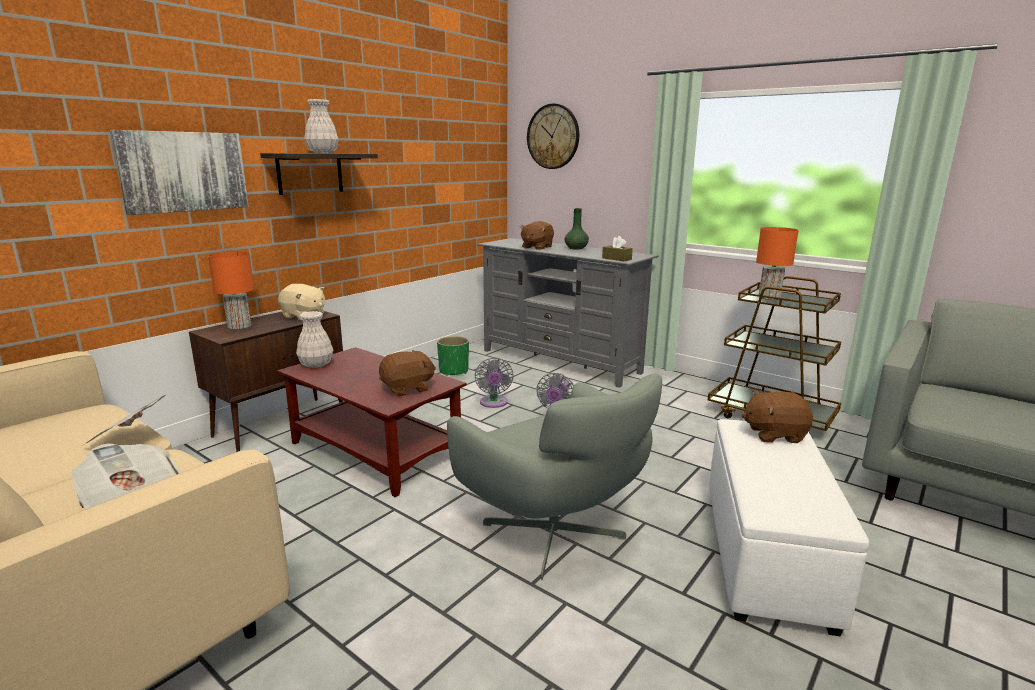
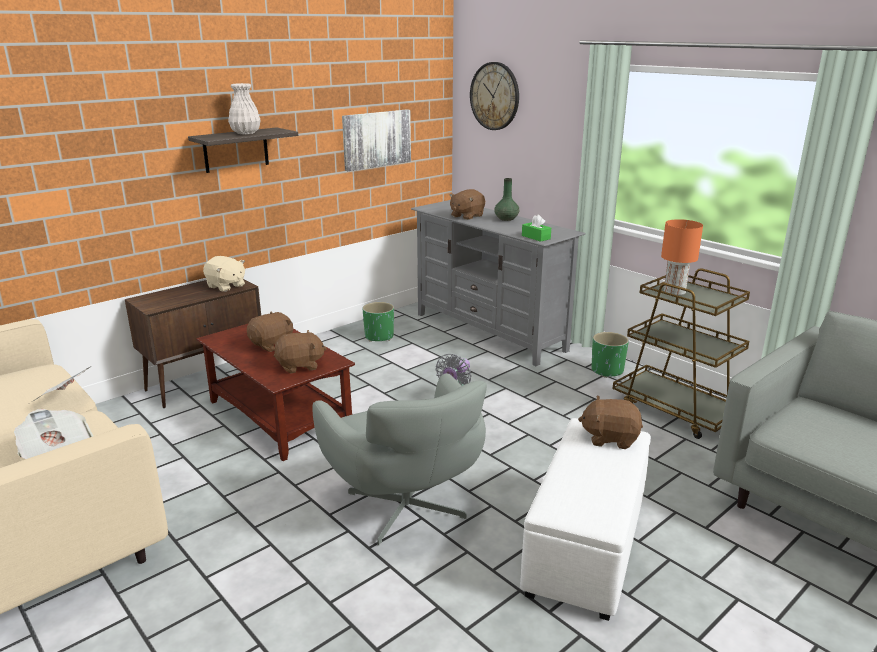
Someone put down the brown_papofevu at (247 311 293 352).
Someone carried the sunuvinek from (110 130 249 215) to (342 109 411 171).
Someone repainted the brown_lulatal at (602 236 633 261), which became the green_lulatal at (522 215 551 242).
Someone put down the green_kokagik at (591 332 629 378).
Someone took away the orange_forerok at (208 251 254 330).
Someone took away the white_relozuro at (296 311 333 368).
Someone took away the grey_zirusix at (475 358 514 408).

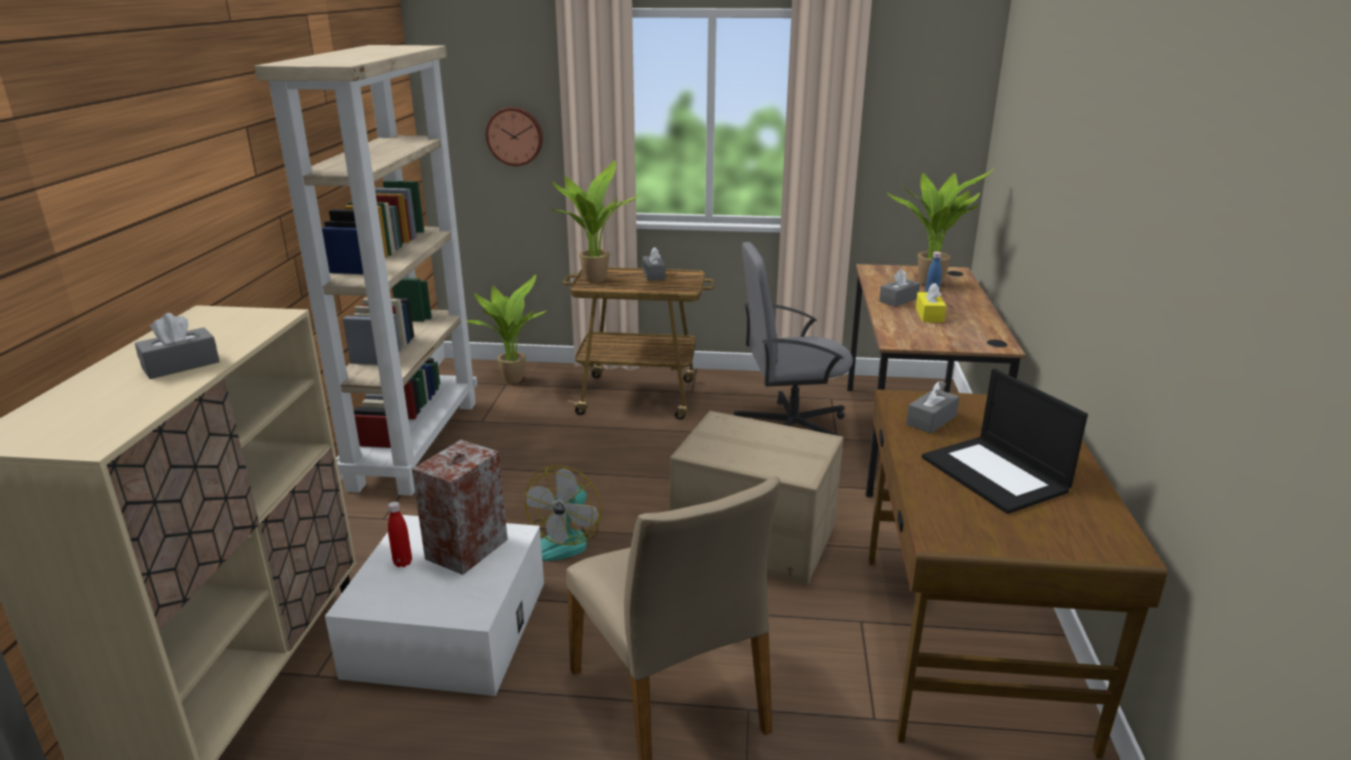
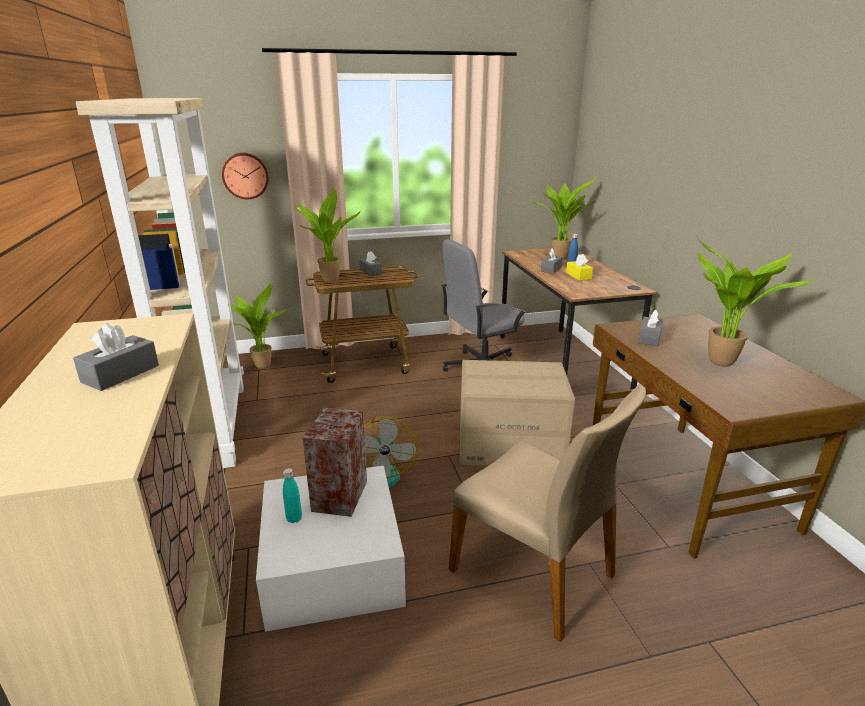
Someone repainted the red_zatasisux at (388 501 412 567), which became the turquoise_zatasisux at (283 468 302 523).
Someone swapped the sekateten at (922 369 1088 514) for the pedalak at (696 235 816 367).

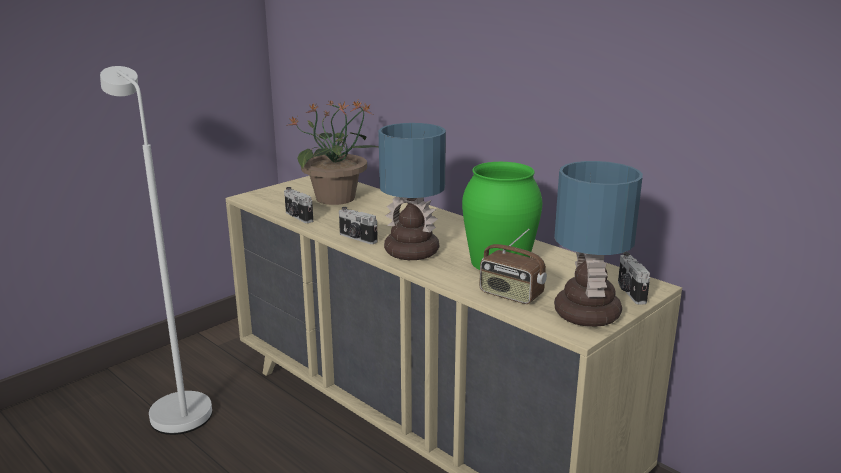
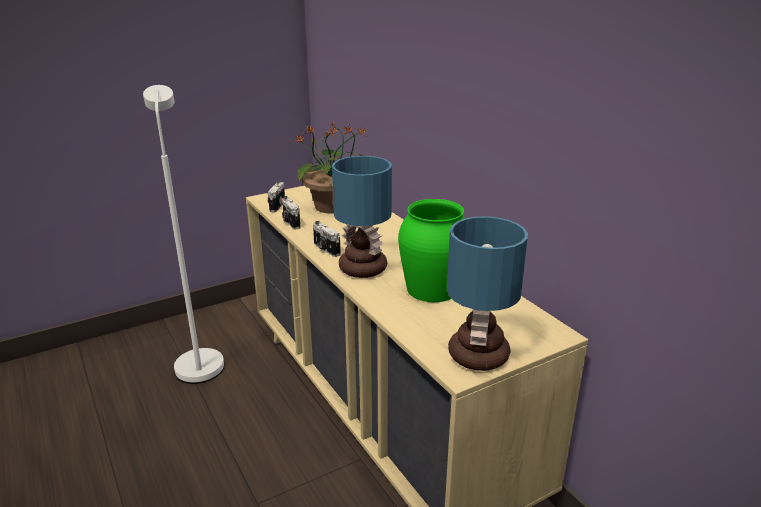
Someone carried the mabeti from (618 252 650 305) to (268 180 285 212).
Someone took away the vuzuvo at (480 228 547 304).

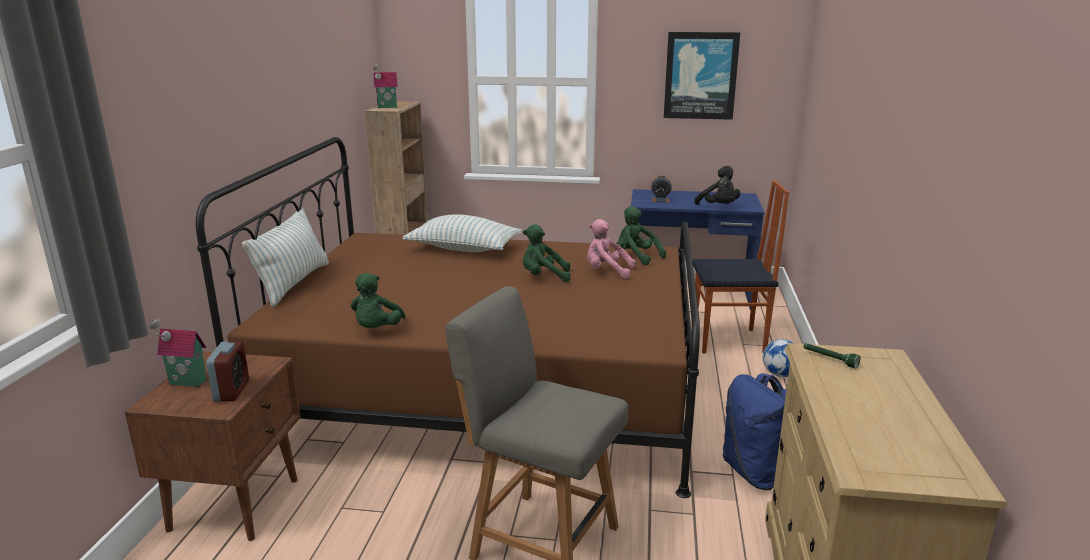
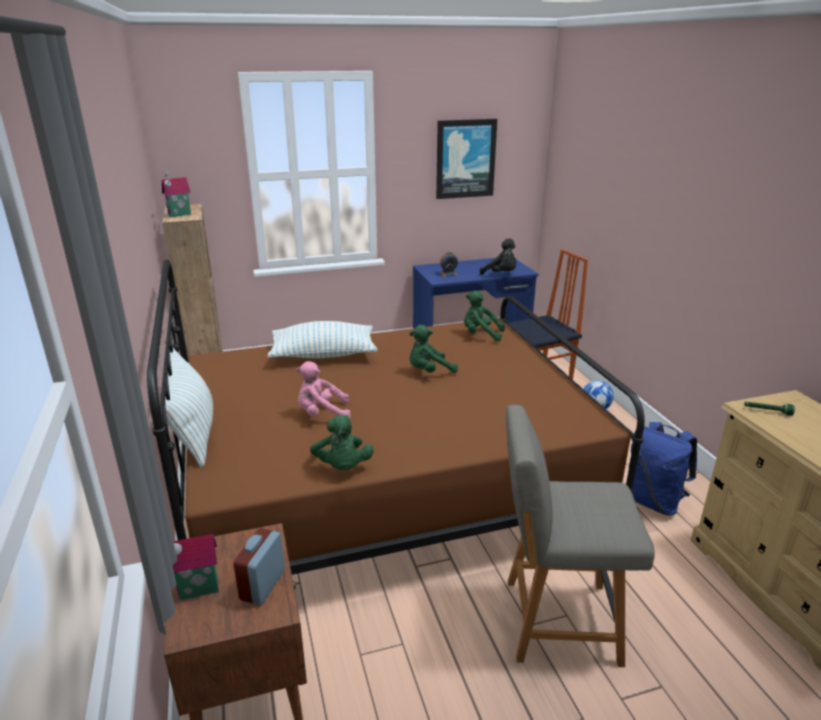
Someone rotated the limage at (206 341 249 402) by 135 degrees counterclockwise.
Someone carried the pink_papofevu from (587 219 636 279) to (296 361 351 419).

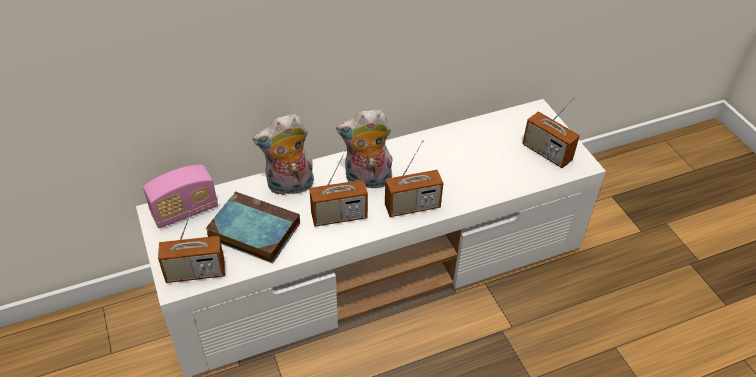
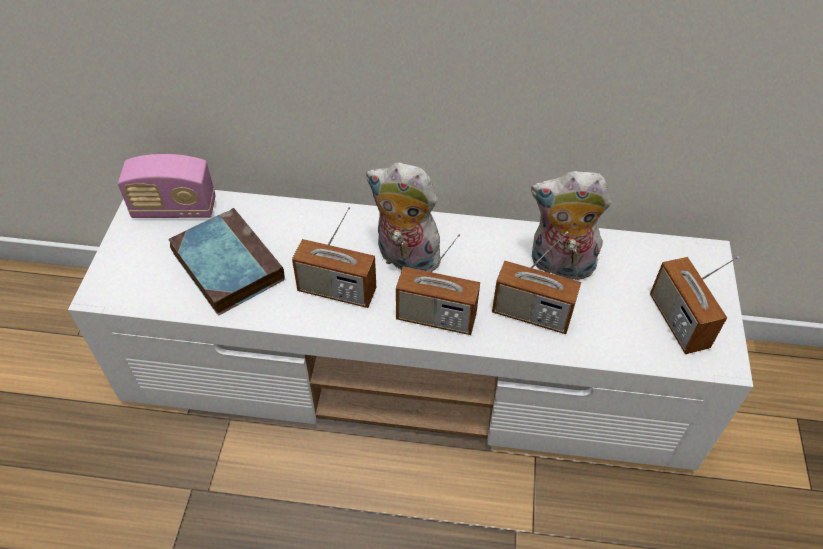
Someone carried the vuzuvo from (158 205 225 283) to (492 232 581 334).
Someone carried the papofevu from (253 114 314 196) to (531 171 611 280).

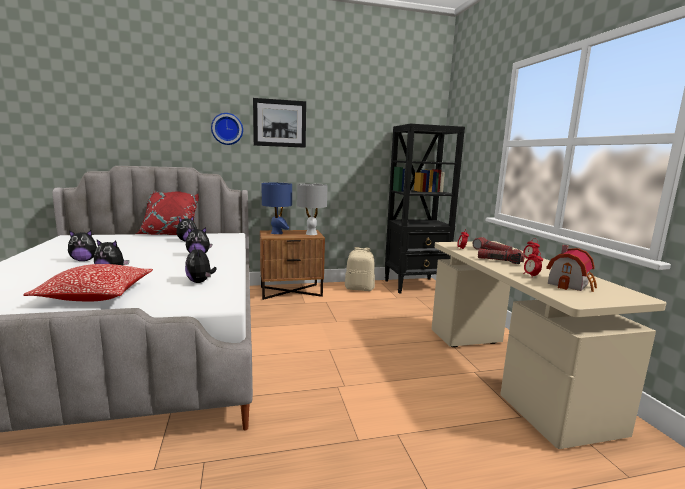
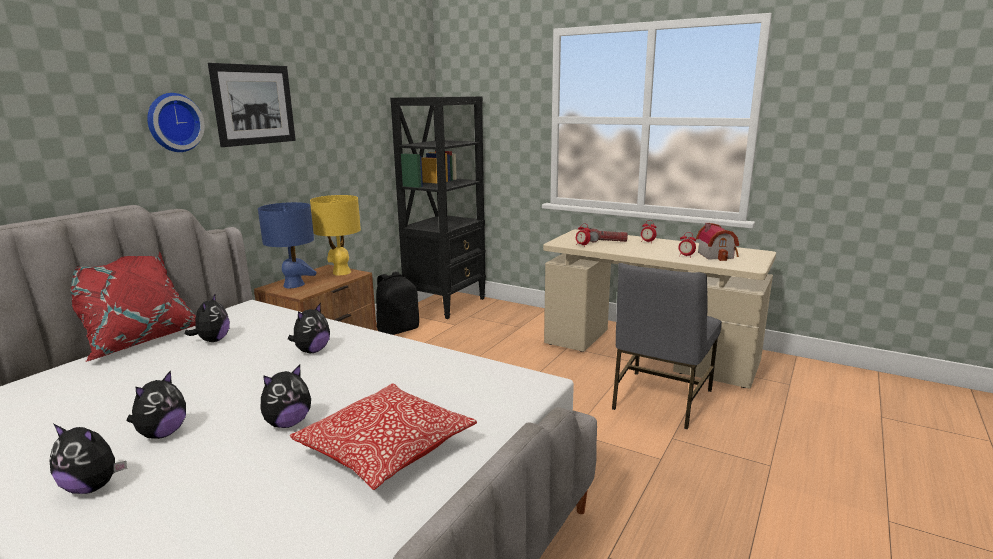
Someone carried the papofevu from (185 245 217 283) to (49 424 127 494).
Someone repainted the grey_forerok at (297 184 328 235), which became the yellow_forerok at (310 195 361 276).
Someone repainted the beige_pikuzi at (345 247 375 291), which became the black_pikuzi at (376 272 419 335).
Someone put down the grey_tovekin at (612 263 722 429).
Someone took away the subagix at (478 249 525 264).

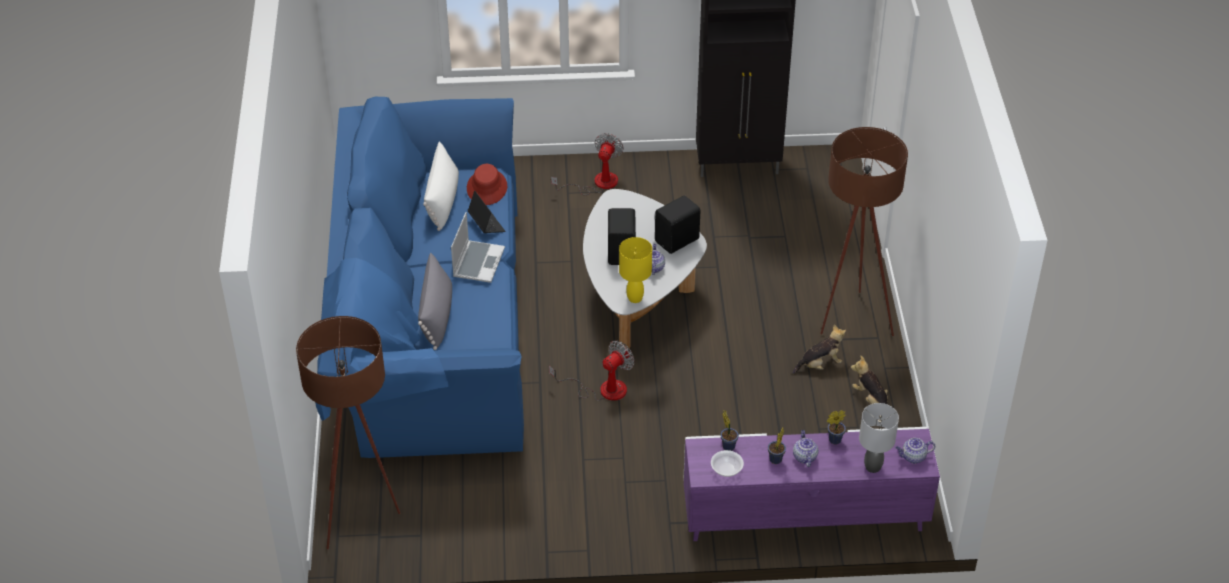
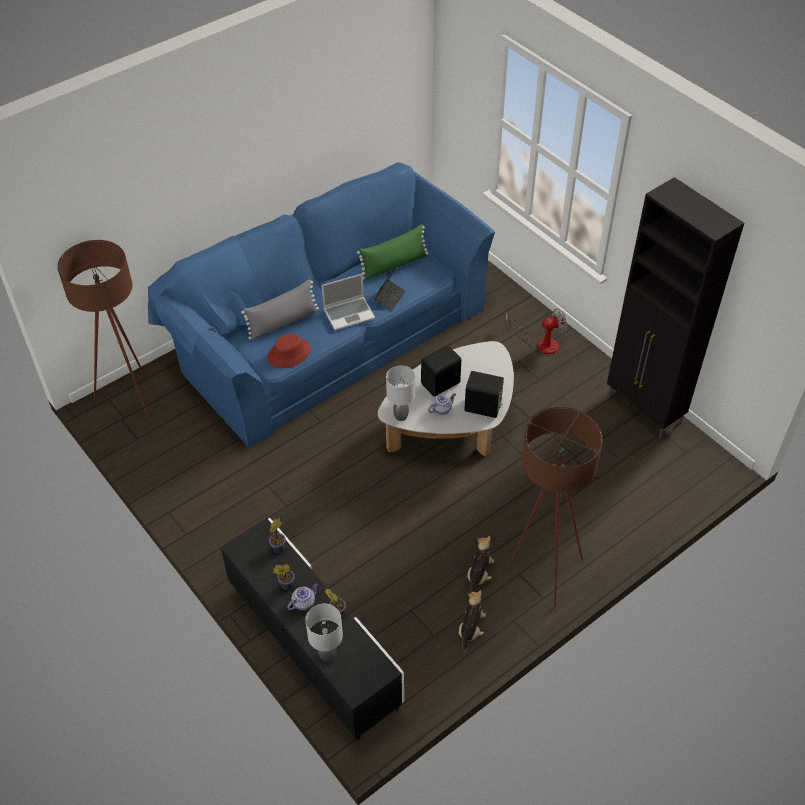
Someone repainted the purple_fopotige at (683 427 940 541), which became the black_fopotige at (221 518 404 740).
Someone carried the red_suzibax from (467 164 507 205) to (268 334 311 368).
Someone repainted the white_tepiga at (423 142 459 231), which became the green_tepiga at (357 224 428 279).
Someone repainted the yellow_forerok at (619 237 652 303), which became the grey_forerok at (386 366 415 421).
Someone rotated the papofevu at (793 324 846 374) by 105 degrees counterclockwise.
Someone took away the zirusix at (549 341 634 401).
Someone took away the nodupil at (711 450 744 477).
Someone took away the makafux at (896 438 935 464).

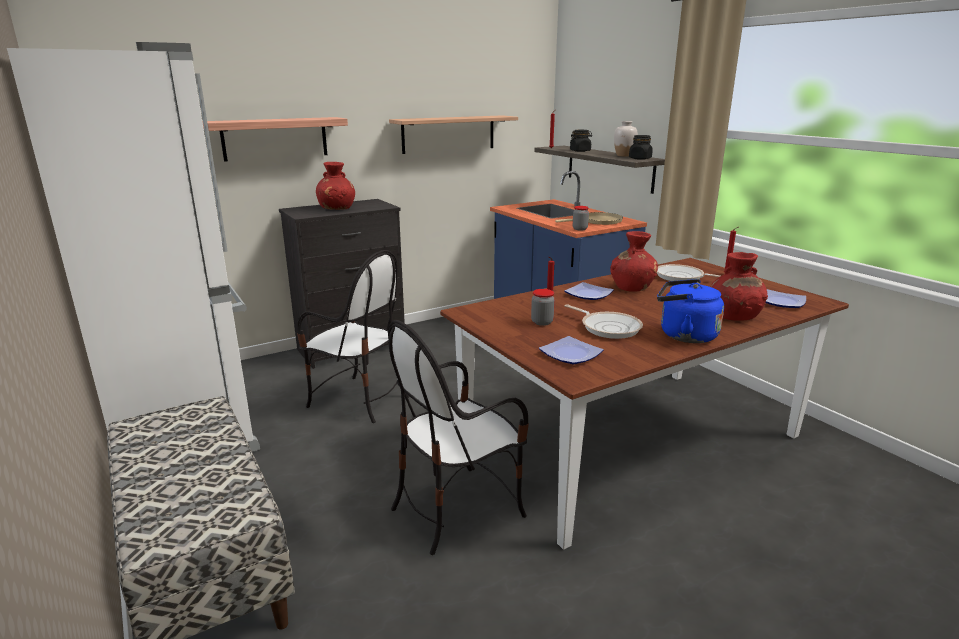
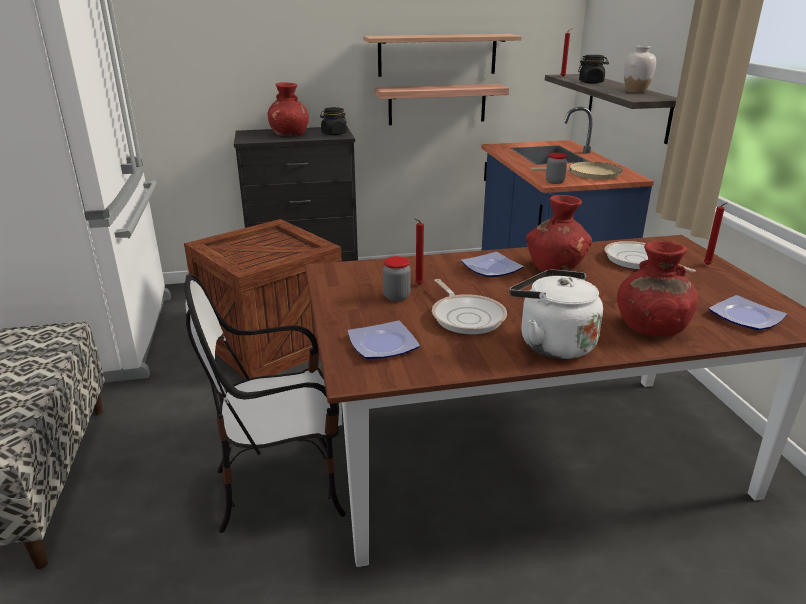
Someone swapped the tovekin at (297 250 410 423) for the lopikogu at (184 219 342 379).
Someone carried the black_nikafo from (629 135 653 160) to (320 107 347 135).
Someone carried the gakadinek from (202 117 348 162) to (375 84 509 125).
Someone repainted the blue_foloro at (657 279 724 343), which became the white_foloro at (509 269 603 359).

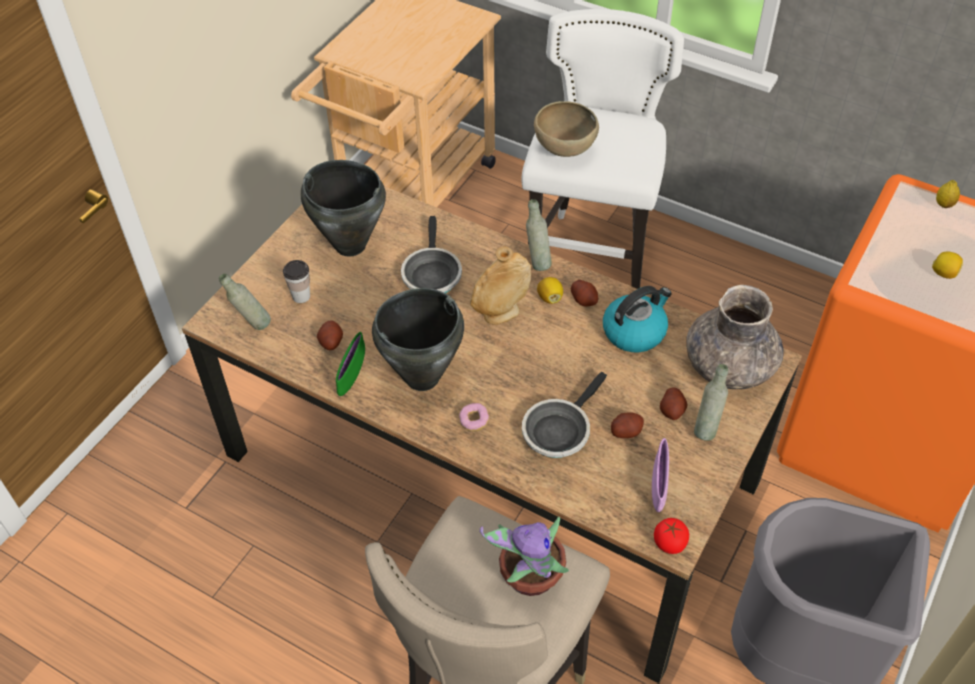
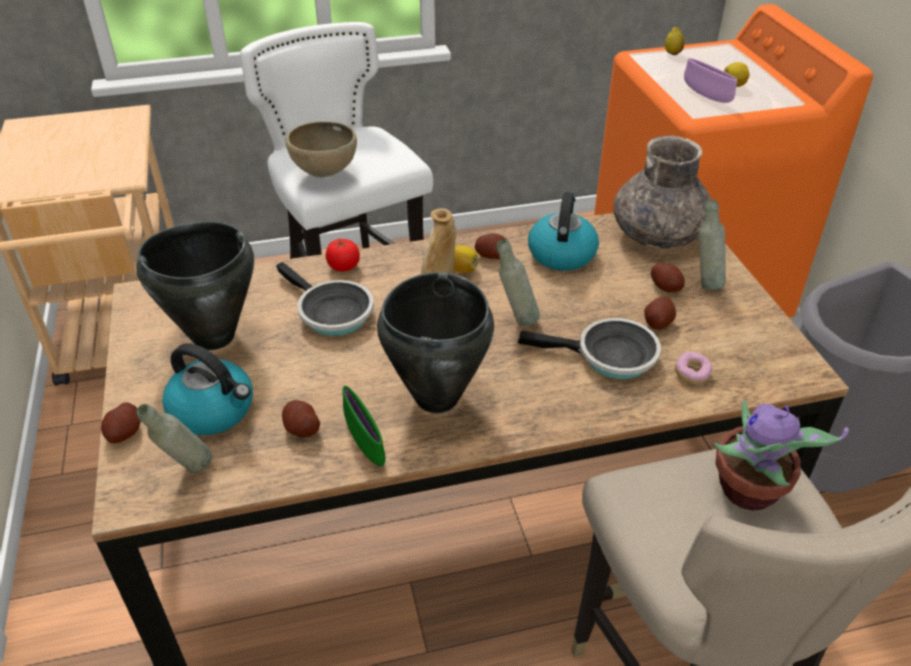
Someone put down the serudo at (101 402 140 443).
Someone swapped the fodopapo at (283 260 310 303) for the foloro at (162 343 253 435).
Someone carried the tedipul from (654 518 689 554) to (326 239 360 272).
Someone carried the grey_zatasisux from (526 199 552 271) to (497 239 540 326).
Someone rotated the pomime at (522 372 607 458) by 75 degrees counterclockwise.
Someone carried the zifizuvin from (459 403 489 431) to (675 352 713 384).
Someone carried the purple_nodupil from (652 438 669 512) to (684 58 737 103).

